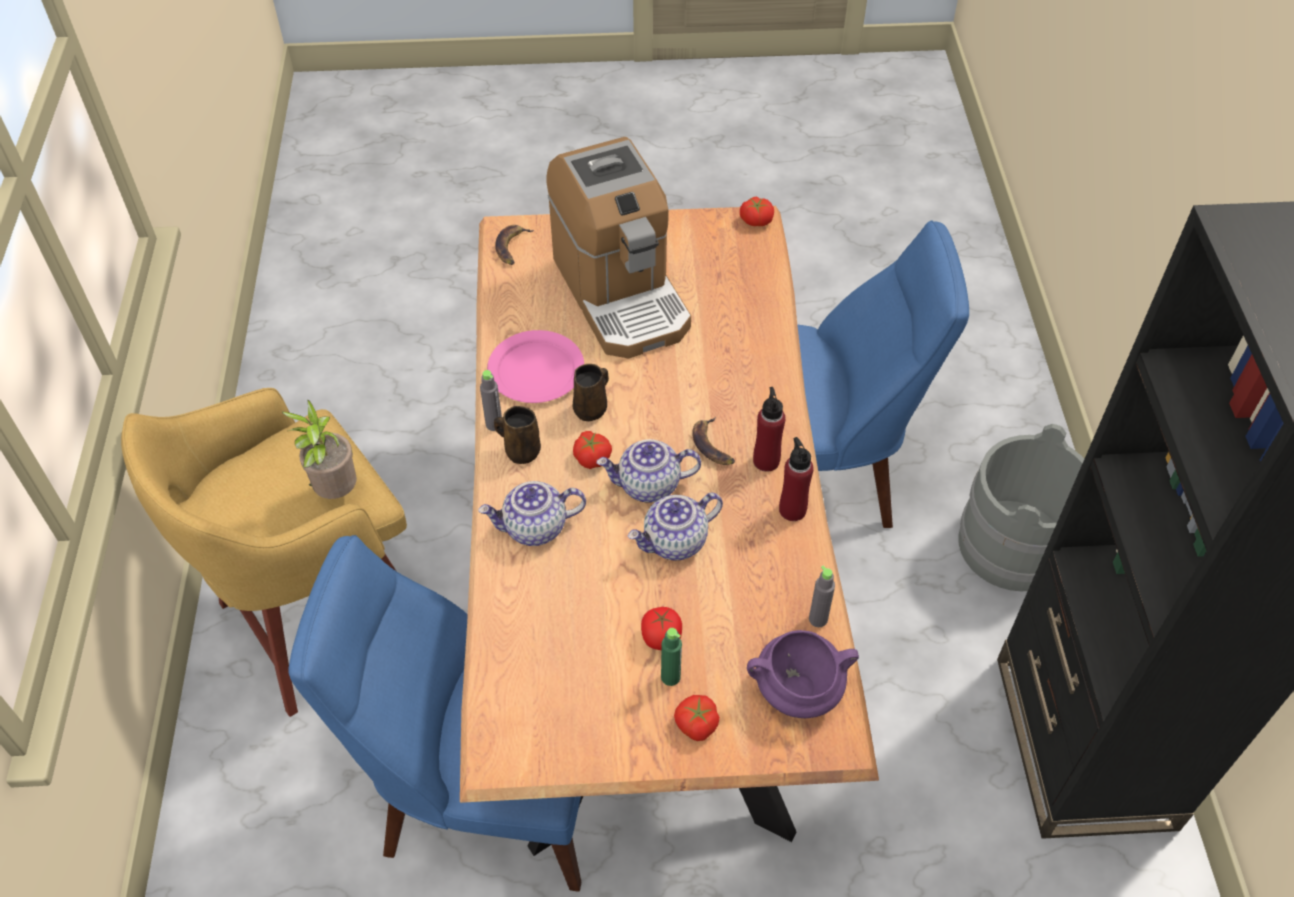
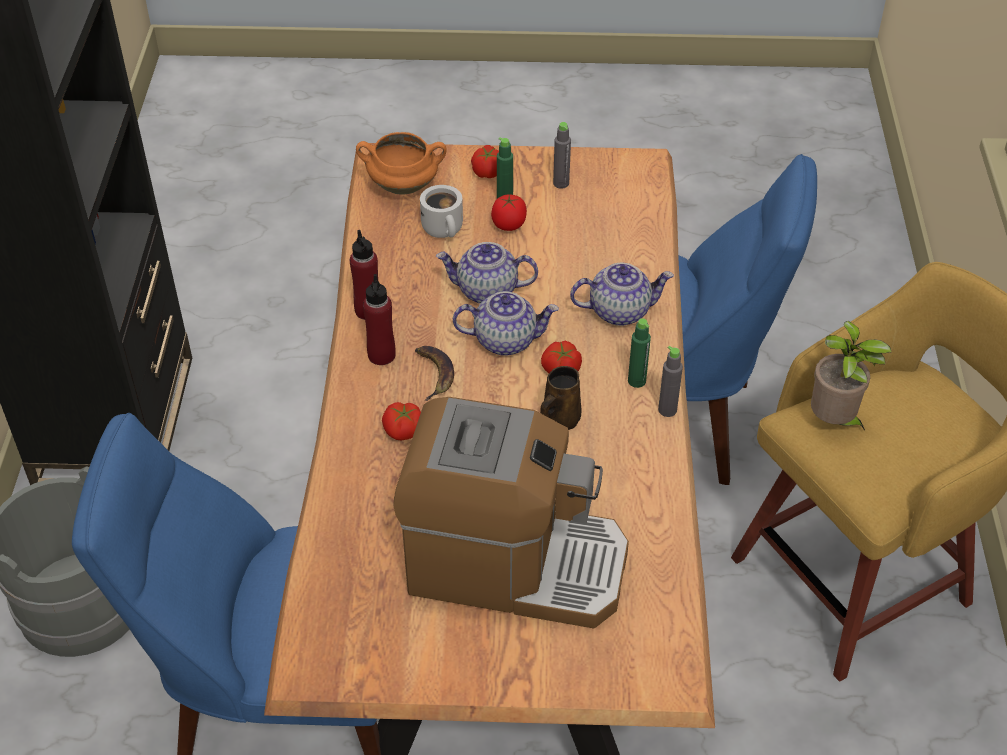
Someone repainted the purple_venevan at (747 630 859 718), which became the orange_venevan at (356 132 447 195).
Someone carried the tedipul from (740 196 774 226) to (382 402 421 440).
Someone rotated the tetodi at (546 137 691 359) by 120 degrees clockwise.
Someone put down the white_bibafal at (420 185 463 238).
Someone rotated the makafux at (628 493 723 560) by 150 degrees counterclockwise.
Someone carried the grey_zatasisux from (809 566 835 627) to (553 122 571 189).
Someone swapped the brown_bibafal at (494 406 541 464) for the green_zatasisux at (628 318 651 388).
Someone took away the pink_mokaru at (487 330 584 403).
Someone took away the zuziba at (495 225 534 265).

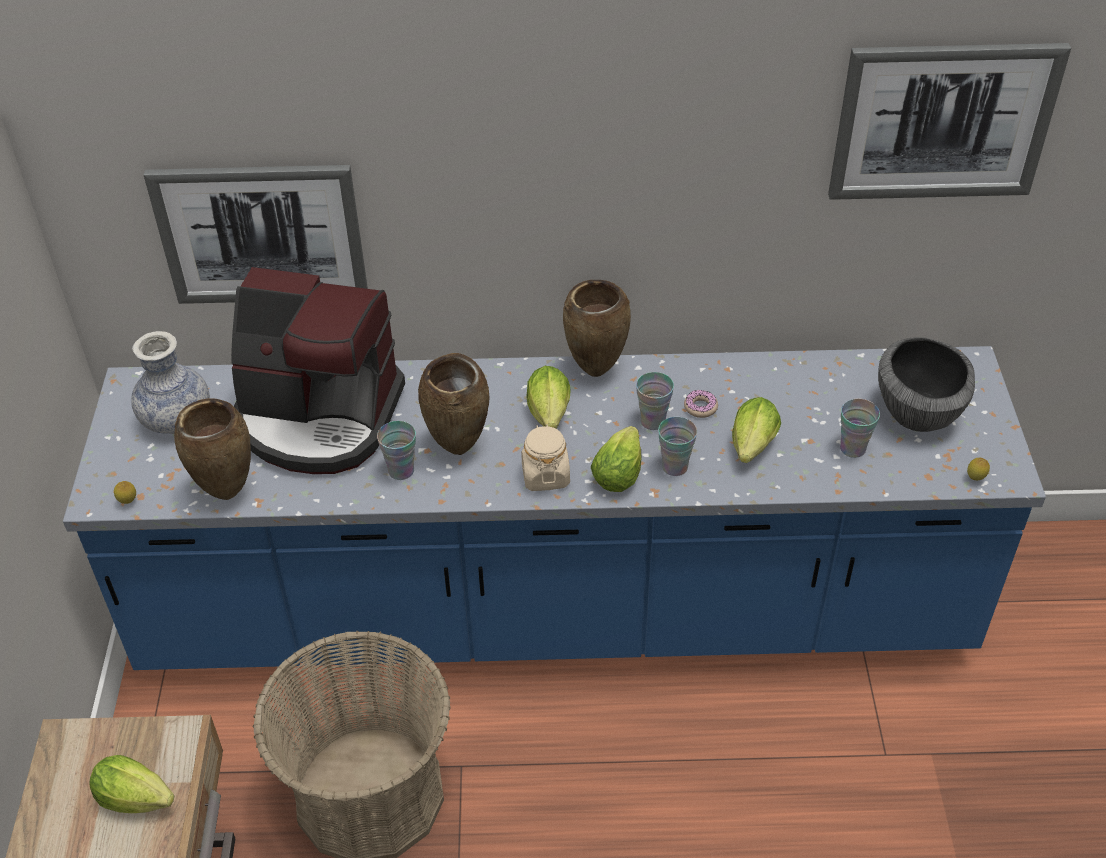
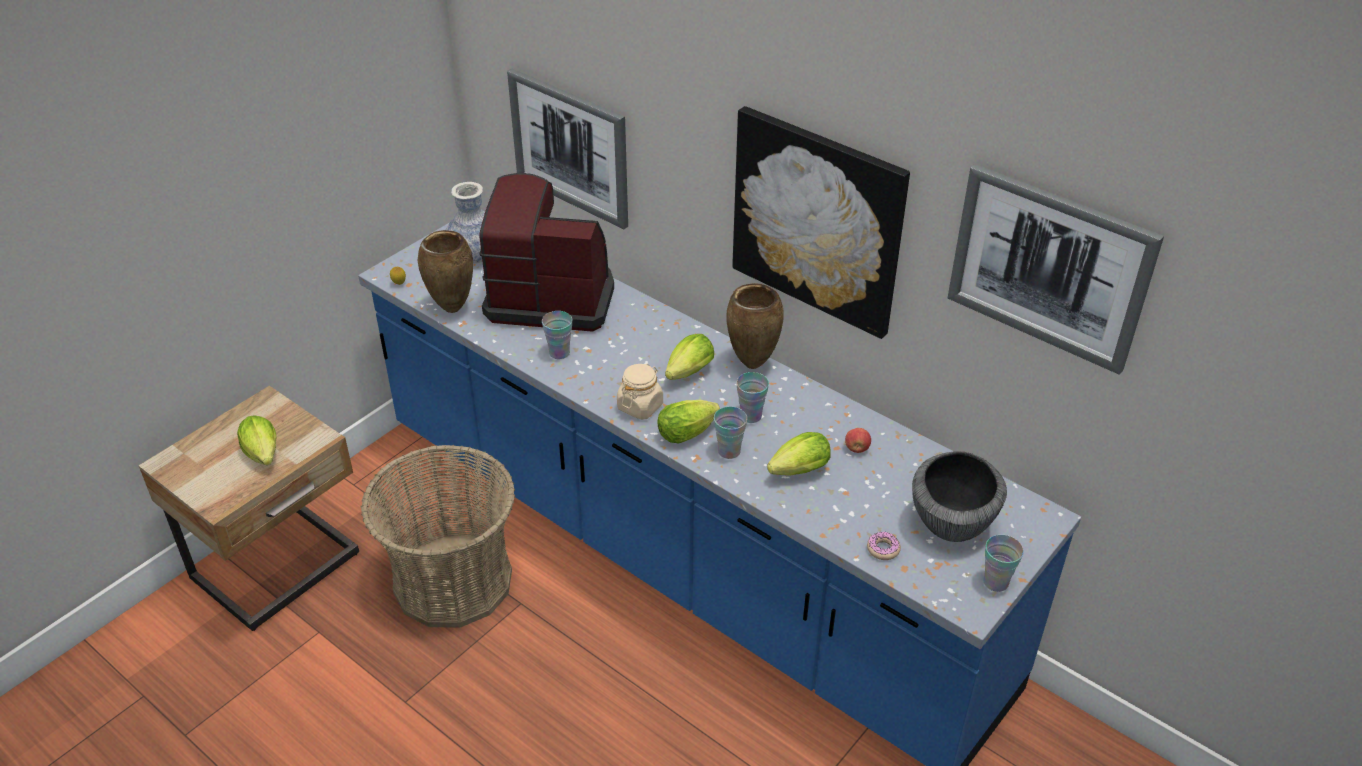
Someone rotated the tetodi at (231 267 405 474) by 135 degrees clockwise.
Someone put up the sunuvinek at (732 106 910 339).
Someone put down the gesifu at (845 428 871 453).
Someone carried the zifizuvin from (684 390 718 418) to (867 532 901 560).
Someone carried the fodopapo from (840 399 880 458) to (983 535 1024 592).
Someone took away the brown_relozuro at (418 353 490 455).
Someone took away the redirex at (967 458 990 480).

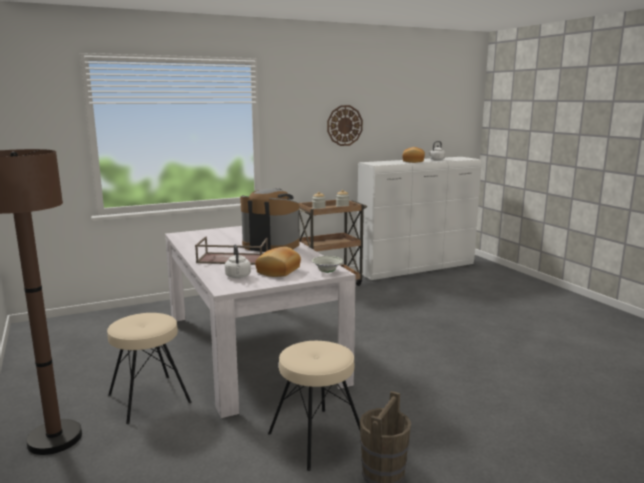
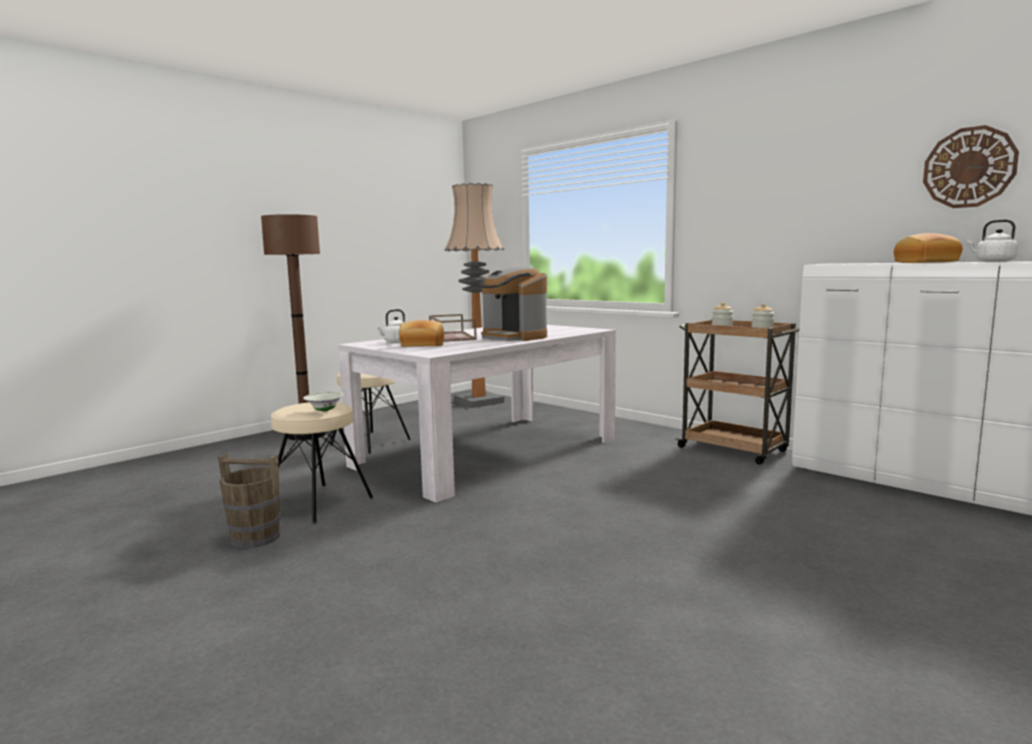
Someone carried the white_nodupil from (312 256 343 273) to (303 392 344 412).
Someone put down the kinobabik at (445 183 504 408).
Someone rotated the tetodi at (240 188 299 252) by 135 degrees clockwise.
Someone carried the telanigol from (327 105 363 146) to (923 125 1019 208).

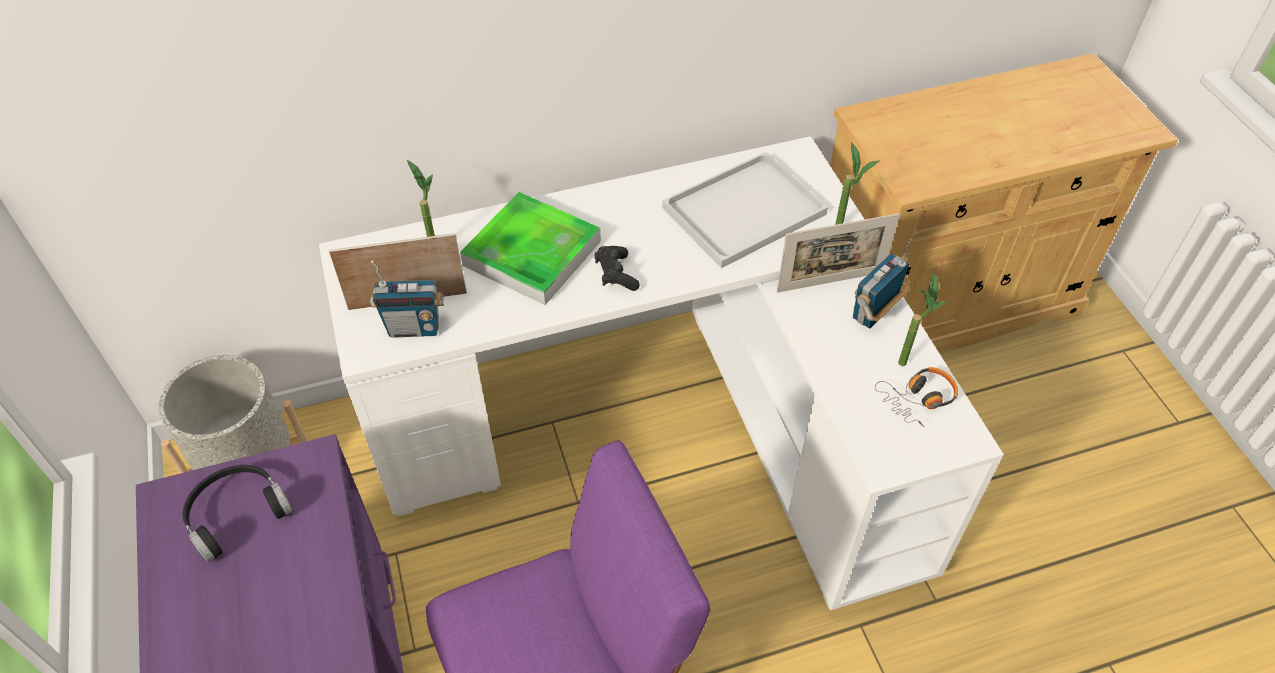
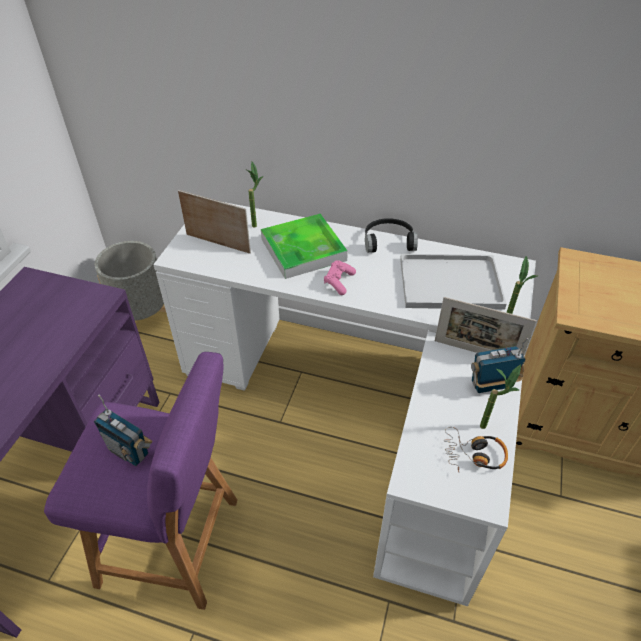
Someone carried the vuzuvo from (370 260 444 338) to (94 394 153 466).
Someone repainted the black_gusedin at (595 246 640 291), which became the pink_gusedin at (324 260 356 295).
Someone carried the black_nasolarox from (183 465 292 562) to (365 218 418 253).

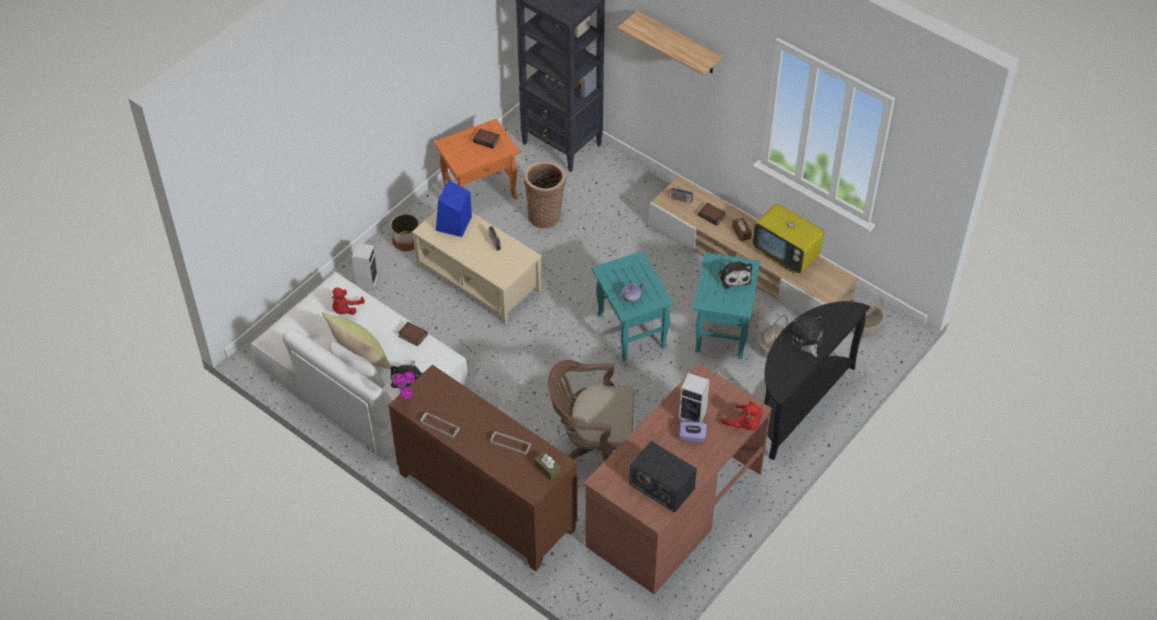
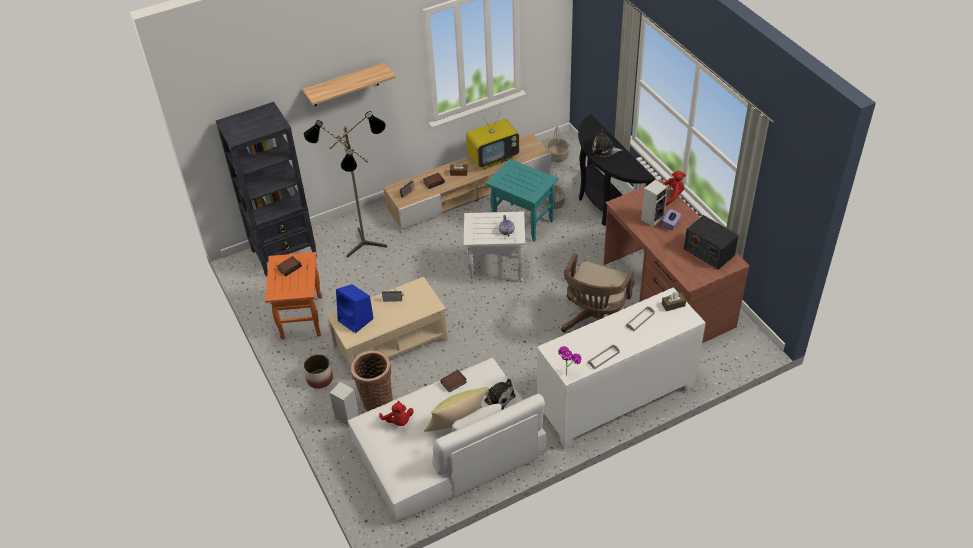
Someone put down the kinobabik at (303 111 387 258).
Someone carried the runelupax from (524 162 566 228) to (351 351 393 411).
Someone repainted the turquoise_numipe at (591 251 674 361), which became the white_numipe at (464 212 525 284).
Someone repainted the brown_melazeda at (389 365 577 571), which became the white_melazeda at (537 288 706 449).
Someone rotated the vuzuvo at (629 441 697 513) by 75 degrees clockwise.
Someone took away the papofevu at (719 260 752 289).

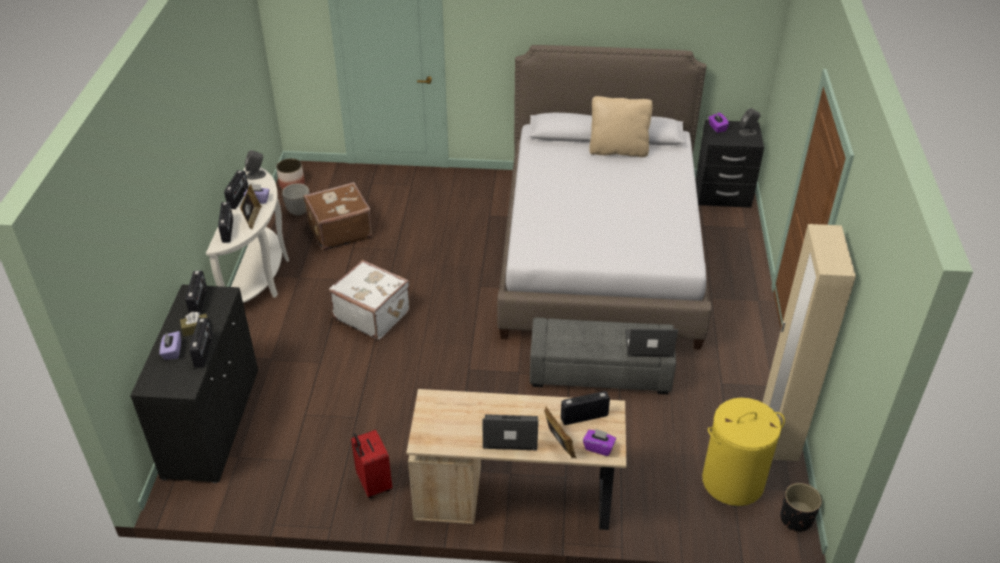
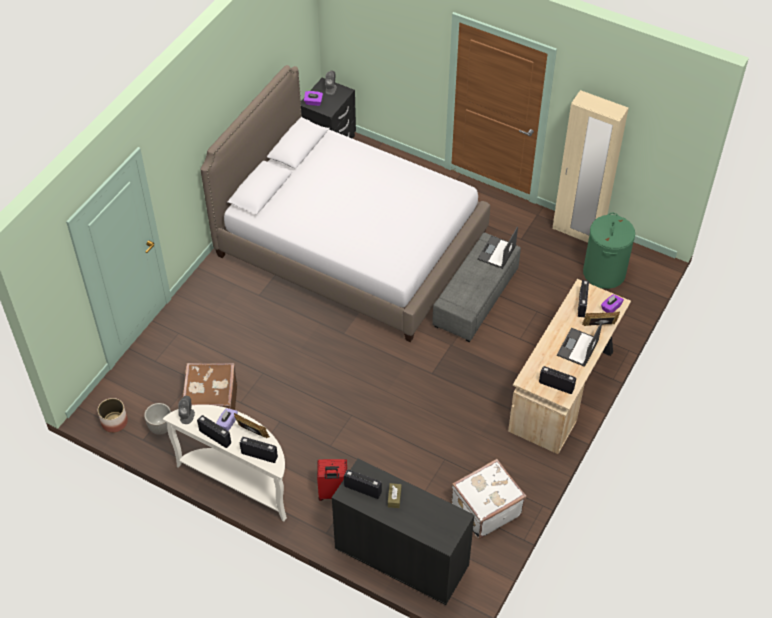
Someone carried the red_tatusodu from (351 430 392 498) to (317 459 347 501).
Someone carried the white_tatusodu from (329 260 410 340) to (451 459 526 539).
Someone carried the vuzuvo from (189 318 213 368) to (539 366 576 394).
Someone repainted the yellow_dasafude at (702 398 785 506), which became the green_dasafude at (583 213 635 289).
Someone took away the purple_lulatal at (160 331 181 360).
Someone took away the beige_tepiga at (589 96 652 157).
Someone took away the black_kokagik at (780 483 822 532).

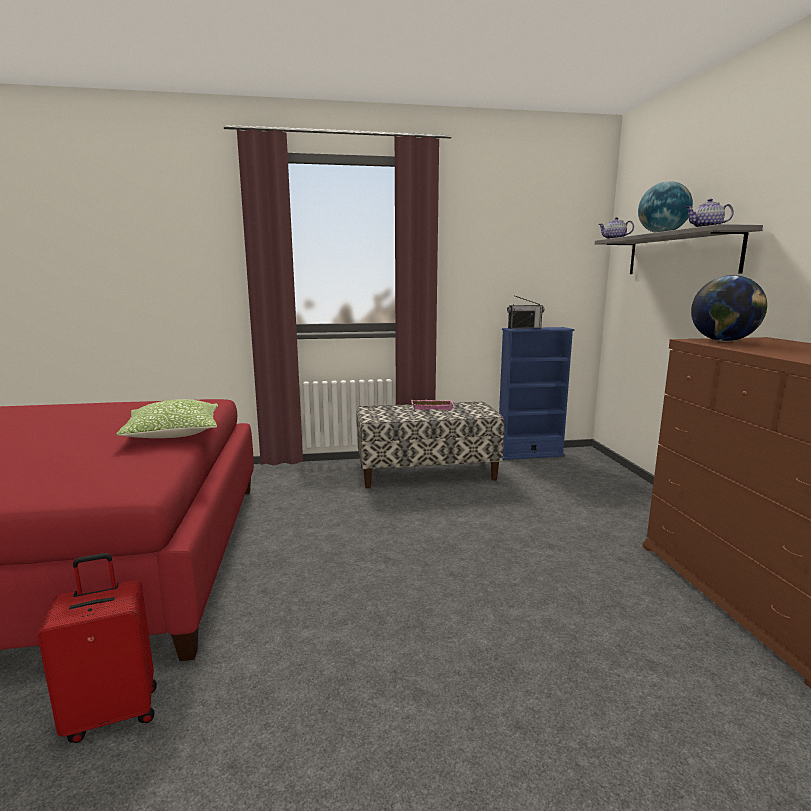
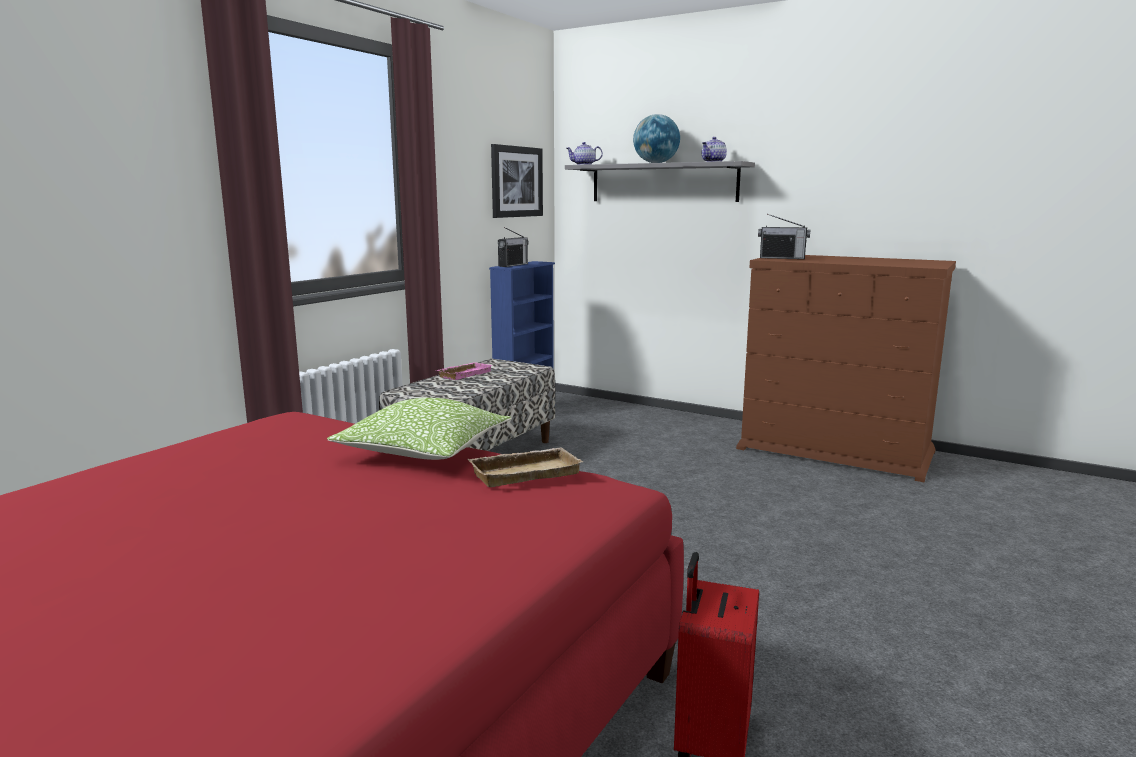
Someone put down the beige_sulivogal at (468 447 583 487).
Someone put up the sunuvinek at (491 144 543 218).
Someone swapped the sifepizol at (691 275 767 341) for the vuzuvo at (758 214 810 259).

